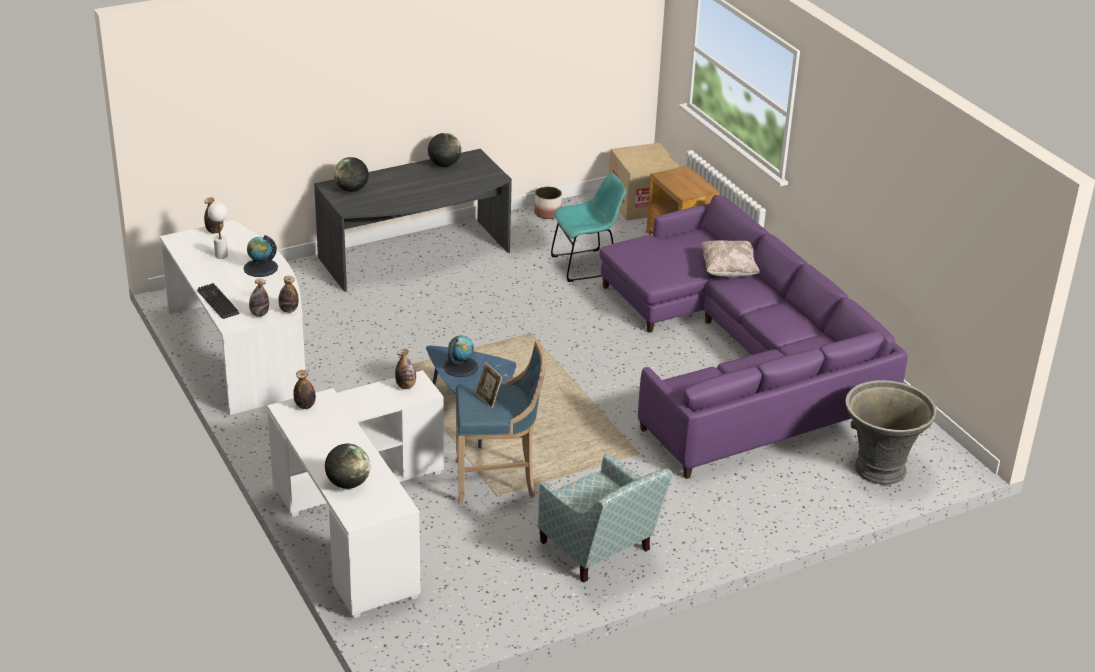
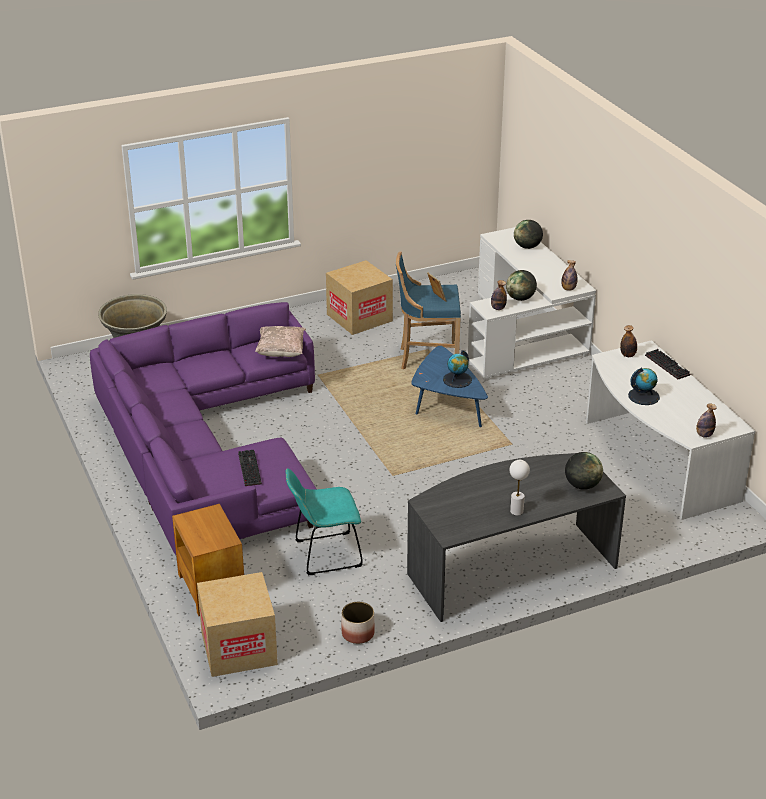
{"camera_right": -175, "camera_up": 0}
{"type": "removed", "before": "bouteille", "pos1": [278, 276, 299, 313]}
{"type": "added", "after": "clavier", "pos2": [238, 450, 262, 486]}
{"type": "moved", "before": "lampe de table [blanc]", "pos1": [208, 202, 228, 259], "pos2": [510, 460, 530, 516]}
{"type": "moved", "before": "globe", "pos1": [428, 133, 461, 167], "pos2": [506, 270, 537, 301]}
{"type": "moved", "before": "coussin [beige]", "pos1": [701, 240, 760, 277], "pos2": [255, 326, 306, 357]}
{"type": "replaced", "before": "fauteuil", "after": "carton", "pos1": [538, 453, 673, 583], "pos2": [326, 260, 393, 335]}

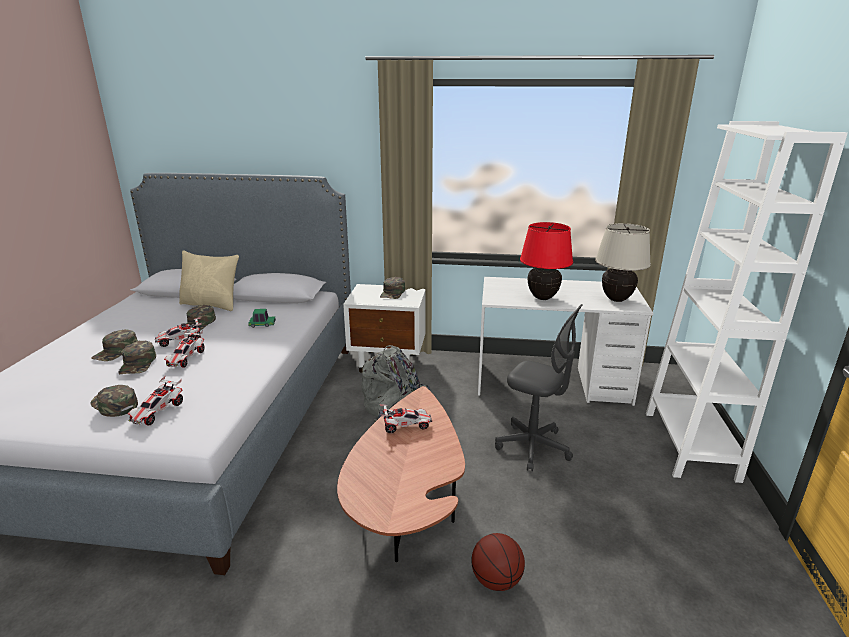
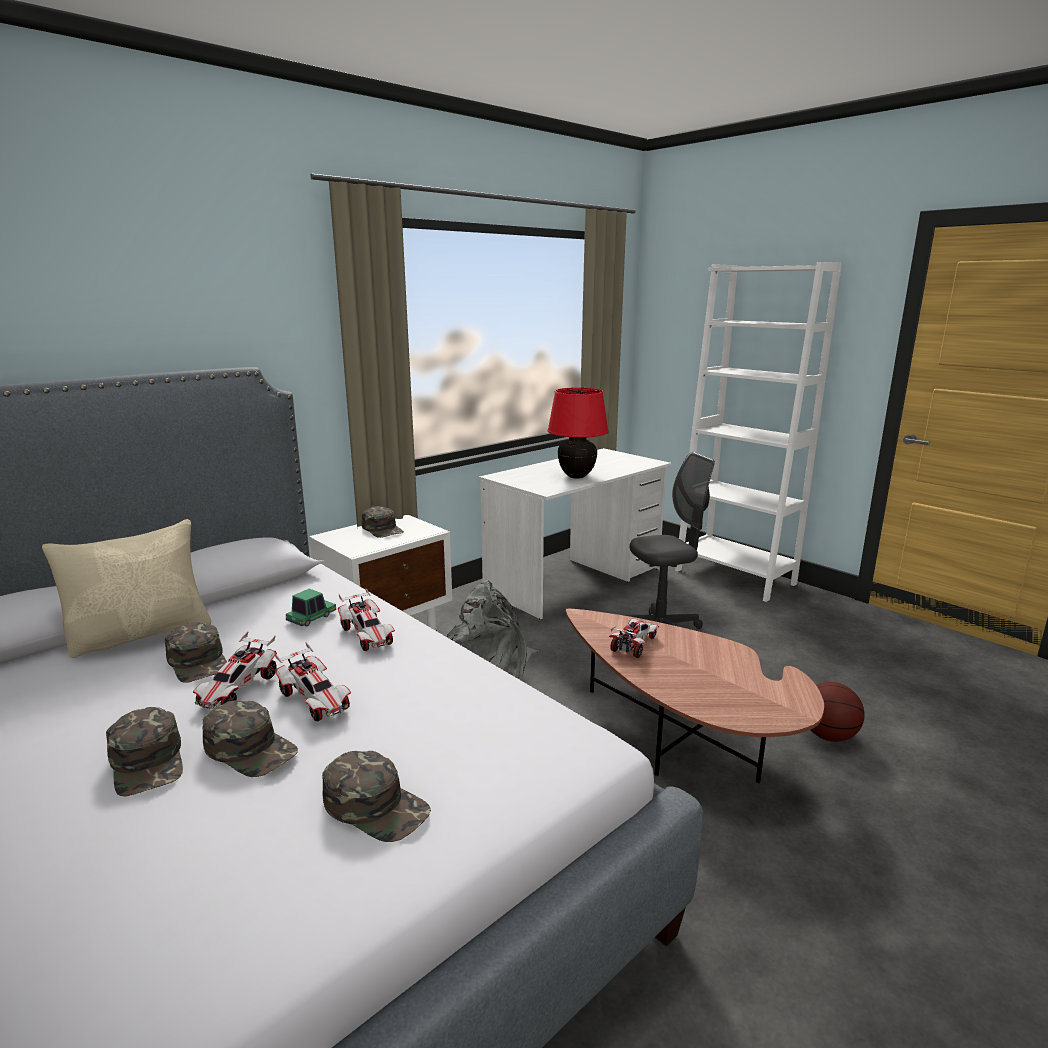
{"camera_right": -50, "camera_up": -5}
{"type": "removed", "before": "lampe de table [beige]", "pos1": [595, 223, 651, 302]}
{"type": "moved", "before": "petite voiture", "pos1": [128, 376, 183, 426], "pos2": [338, 588, 395, 651]}
{"type": "turned", "before": "casquette [vert]", "pos1": [91, 385, 138, 417], "pos2": [322, 751, 431, 842], "turn": -135}

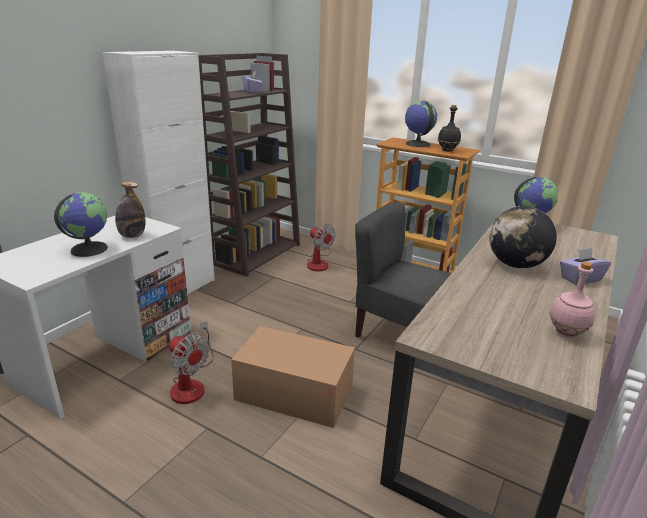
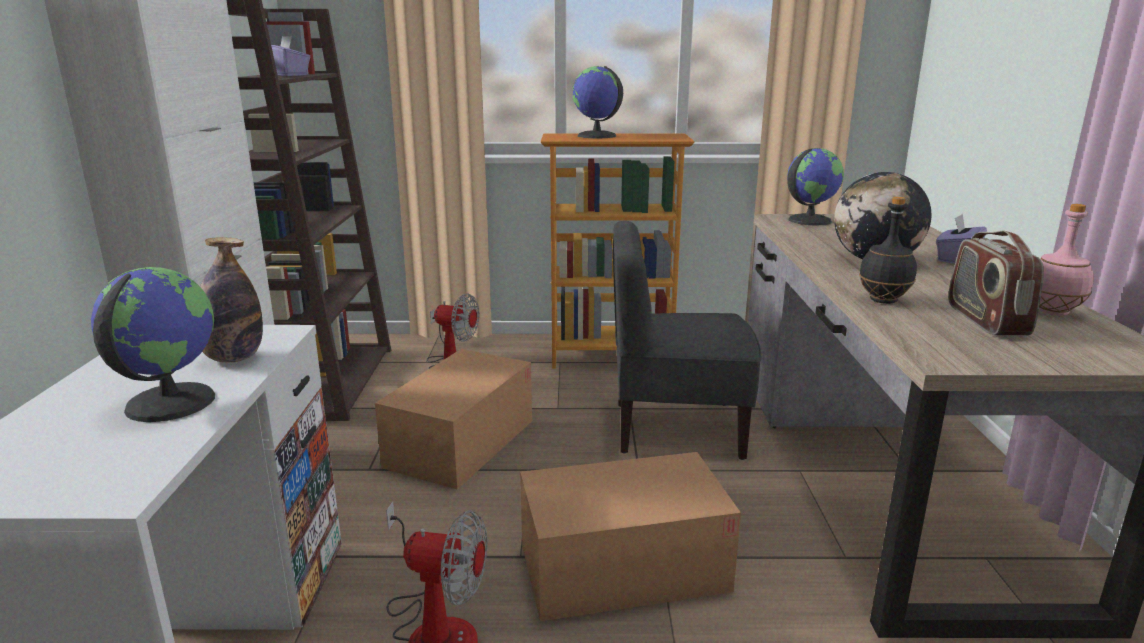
{"camera_right": -30, "camera_up": -5}
{"type": "added", "after": "carton", "pos2": [375, 349, 532, 489]}
{"type": "added", "after": "radio", "pos2": [948, 230, 1044, 335]}
{"type": "moved", "before": "bouteille [noir]", "pos1": [438, 105, 461, 152], "pos2": [859, 197, 917, 304]}

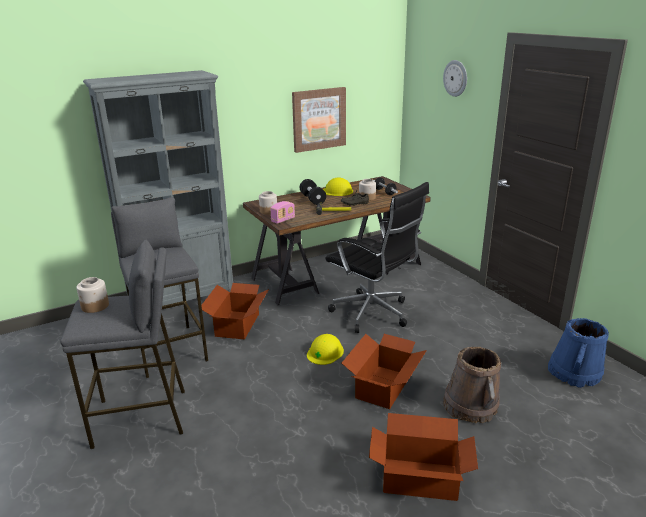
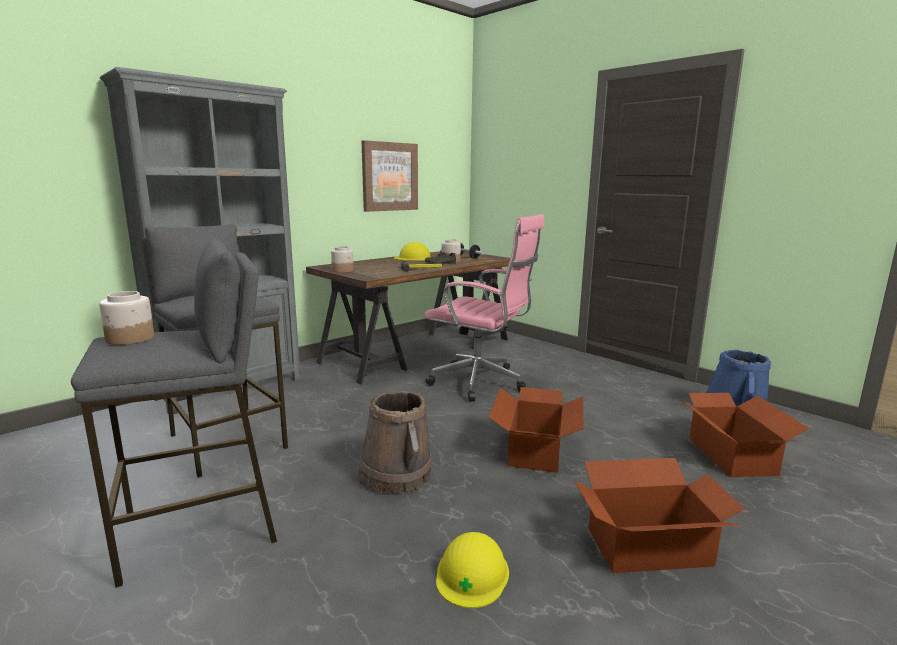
{"camera_right": -15, "camera_up": -10}
{"type": "removed", "before": "radio", "pos1": [270, 201, 295, 224]}
{"type": "removed", "before": "haltère [noir]", "pos1": [300, 179, 326, 205]}
{"type": "removed", "before": "horloge murale", "pos1": [443, 60, 467, 97]}
{"type": "moved", "before": "carton", "pos1": [201, 283, 269, 339], "pos2": [678, 393, 809, 477]}
{"type": "moved", "before": "casque de chantier [jaune]", "pos1": [307, 334, 344, 365], "pos2": [436, 532, 509, 608]}
{"type": "moved", "before": "seau [marron]", "pos1": [443, 347, 501, 423], "pos2": [358, 391, 432, 494]}
{"type": "recoloured", "before": "chaise de bureau [noir]", "after": "chaise de bureau [rose]", "pos1": [326, 182, 429, 333], "pos2": [424, 214, 545, 402]}

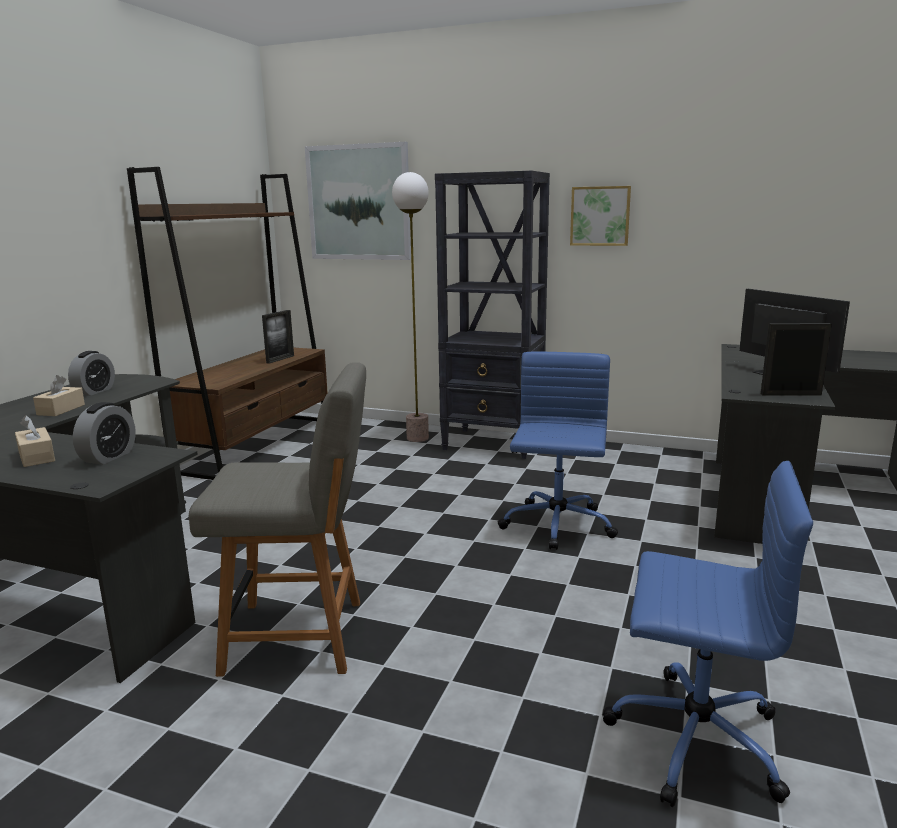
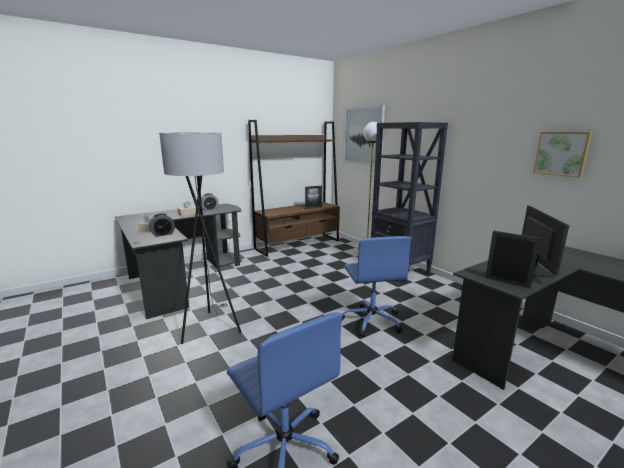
{"camera_right": 35, "camera_up": 0}
{"type": "moved", "before": "tableau", "pos1": [570, 186, 631, 246], "pos2": [533, 132, 592, 178]}
{"type": "replaced", "before": "chaise [gris]", "after": "lampadaire [gris]", "pos1": [189, 362, 366, 677], "pos2": [159, 133, 241, 344]}
{"type": "turned", "before": "chaise de bureau [bleu]", "pos1": [498, 351, 618, 550], "pos2": [342, 236, 411, 337], "turn": 120}

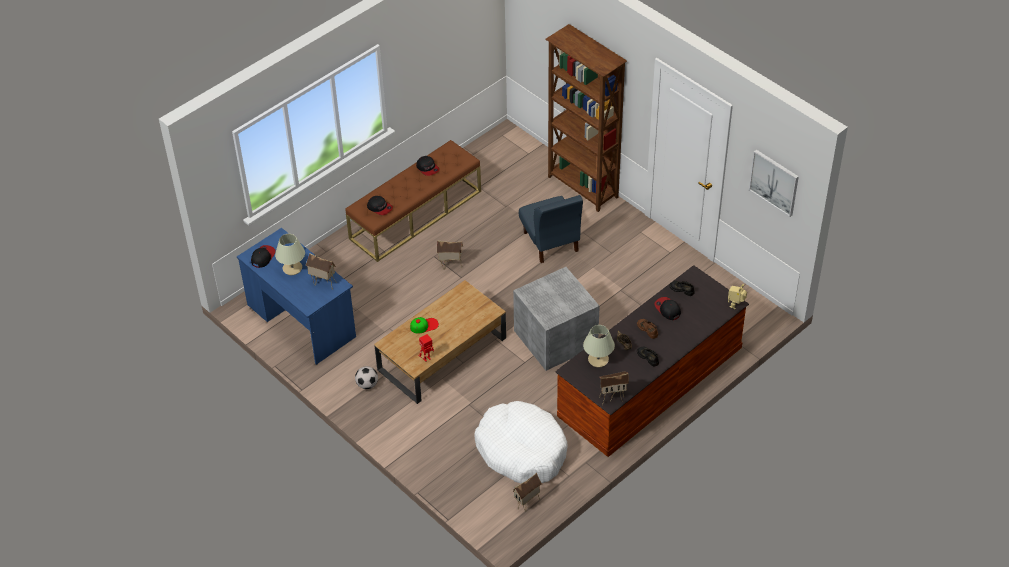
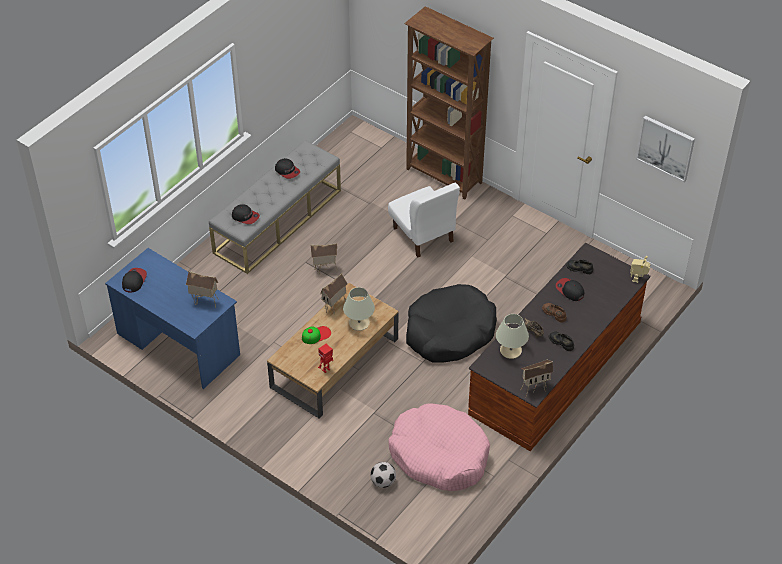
{"camera_right": -10, "camera_up": 0}
{"type": "moved", "before": "lampe de table [beige]", "pos1": [275, 234, 305, 275], "pos2": [343, 287, 375, 331]}
{"type": "moved", "before": "ballon de foot", "pos1": [355, 366, 378, 389], "pos2": [370, 462, 396, 488]}
{"type": "moved", "before": "maison miniature", "pos1": [513, 473, 542, 512], "pos2": [320, 273, 348, 314]}
{"type": "replaced", "before": "boîte de rangement [gris]", "after": "panier pour chien [noir]", "pos1": [513, 267, 600, 371], "pos2": [406, 284, 497, 362]}
{"type": "recoloured", "before": "banc [marron]", "after": "banc [gris]", "pos1": [345, 140, 481, 262], "pos2": [209, 140, 341, 274]}
{"type": "recoloured", "before": "panier pour chien [blanc]", "after": "panier pour chien [rose]", "pos1": [474, 401, 568, 484], "pos2": [388, 403, 490, 491]}
{"type": "recoloured", "before": "chaise [bleu]", "after": "chaise [blanc]", "pos1": [519, 195, 583, 263], "pos2": [388, 183, 460, 257]}

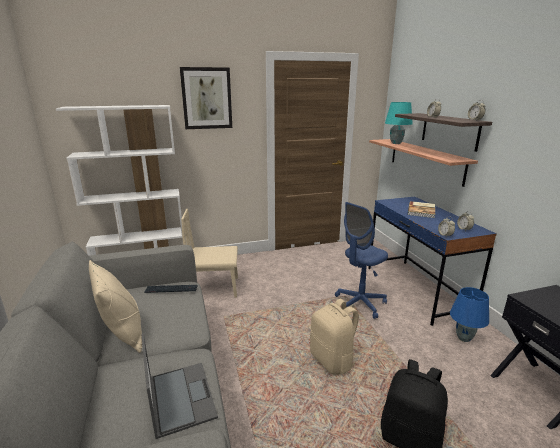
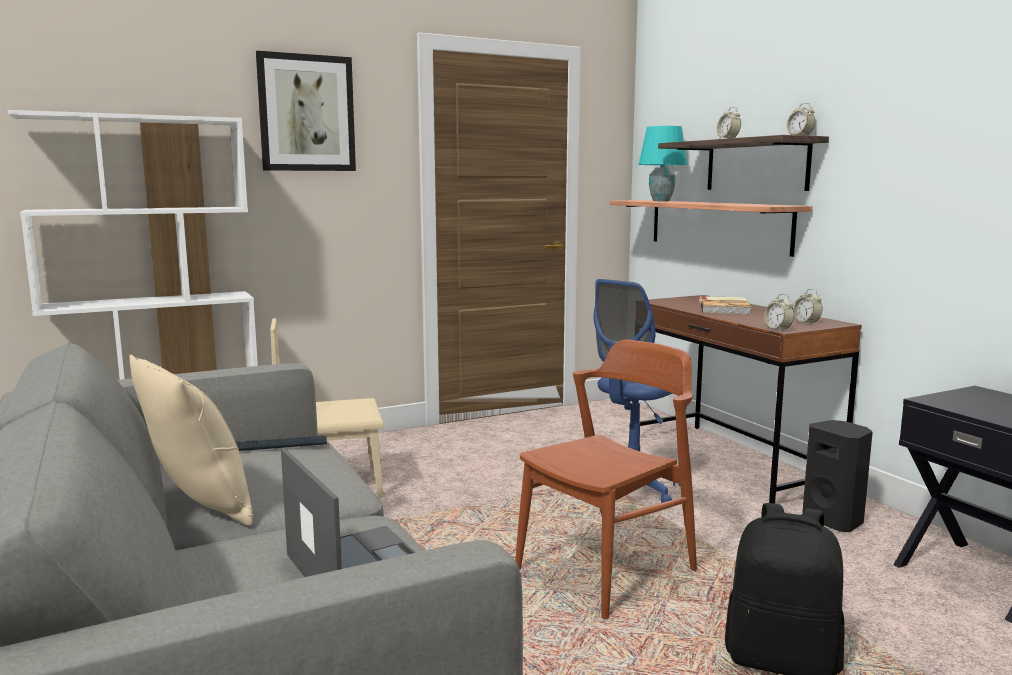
{"camera_right": -10, "camera_up": -10}
{"type": "replaced", "before": "sac à dos [beige]", "after": "chaise [marron]", "pos1": [310, 299, 360, 375], "pos2": [515, 339, 697, 619]}
{"type": "replaced", "before": "lampe de table [bleu]", "after": "enceinte [noir]", "pos1": [450, 287, 489, 342], "pos2": [802, 420, 873, 532]}
{"type": "recoloured", "before": "bureau [bleu]", "after": "bureau [marron]", "pos1": [368, 197, 497, 326], "pos2": [632, 295, 862, 504]}

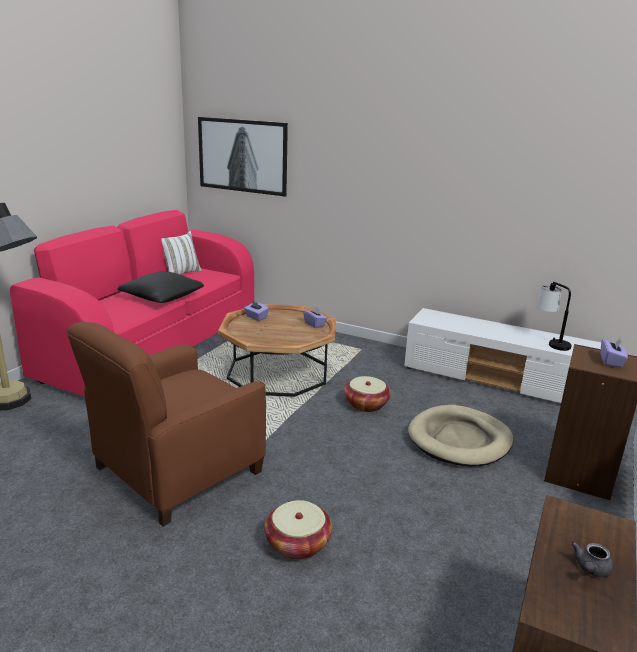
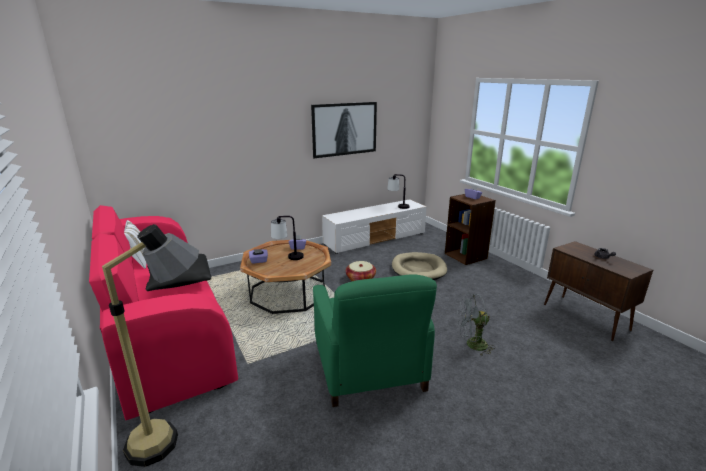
{"camera_right": -55, "camera_up": 0}
{"type": "added", "after": "lampe de table", "pos2": [271, 216, 304, 260]}
{"type": "moved", "before": "tableau", "pos1": [198, 117, 288, 196], "pos2": [311, 102, 377, 158]}
{"type": "replaced", "before": "panier", "after": "ventilateur [gris]", "pos1": [264, 500, 332, 560], "pos2": [457, 294, 495, 356]}
{"type": "recoloured", "before": "fauteuil [marron]", "after": "fauteuil [vert]", "pos1": [68, 322, 266, 527], "pos2": [313, 274, 437, 407]}

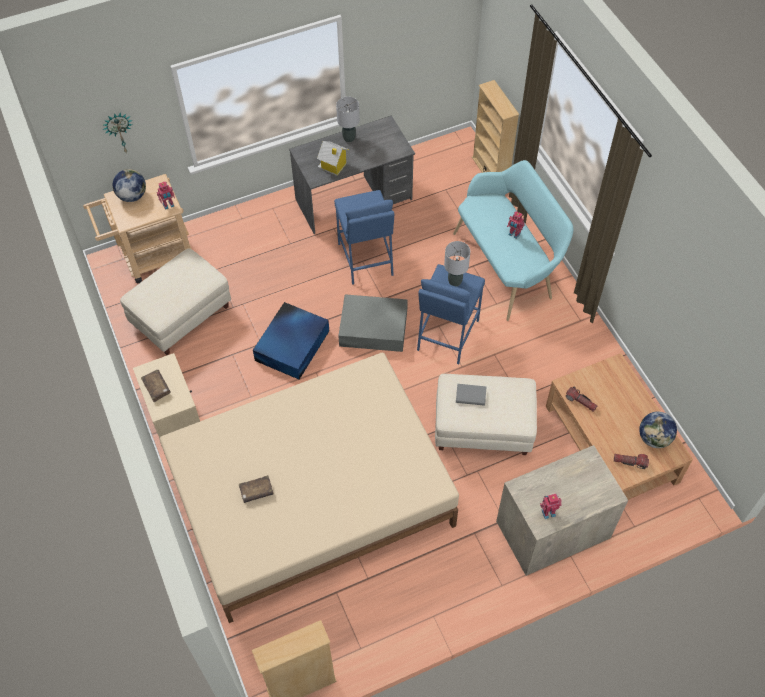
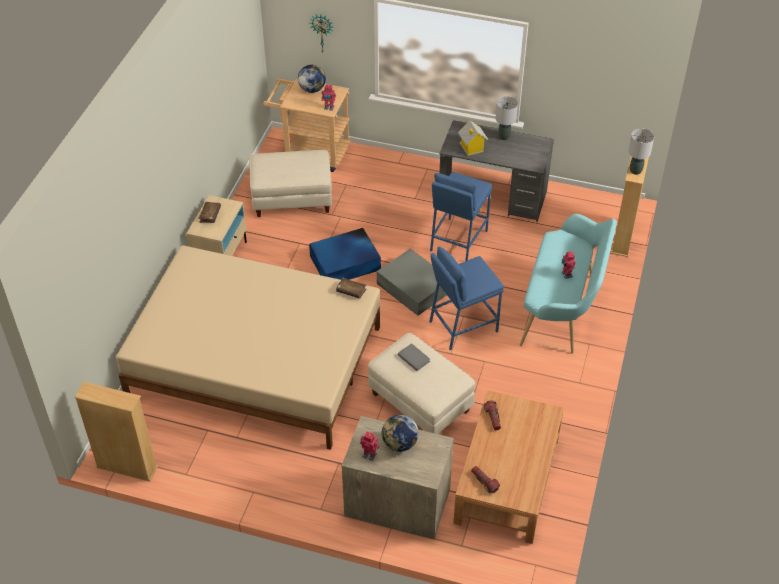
{"camera_right": 40, "camera_up": -10}
{"type": "moved", "before": "livre [marron]", "pos1": [239, 475, 274, 503], "pos2": [336, 278, 366, 299]}
{"type": "moved", "before": "lampe de table [gris]", "pos1": [444, 241, 470, 287], "pos2": [628, 129, 654, 175]}
{"type": "moved", "before": "globe", "pos1": [639, 412, 677, 448], "pos2": [382, 415, 418, 452]}

